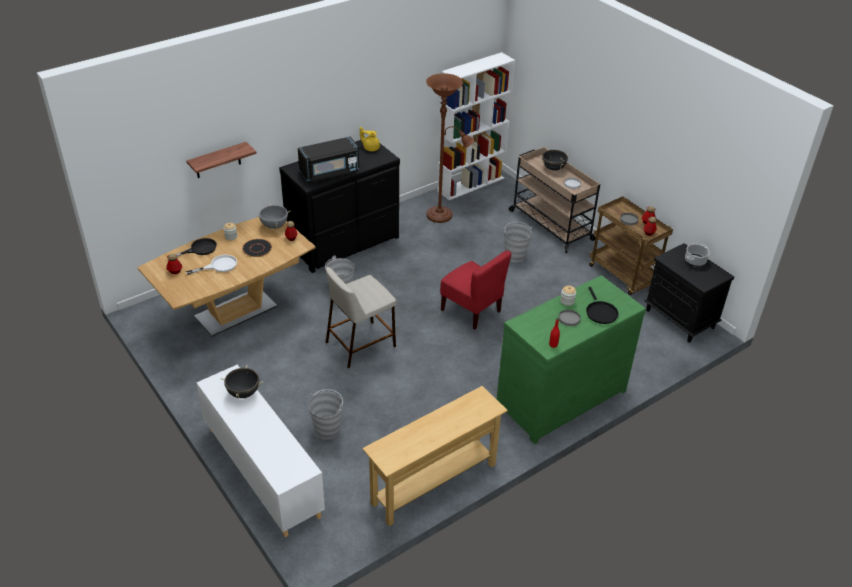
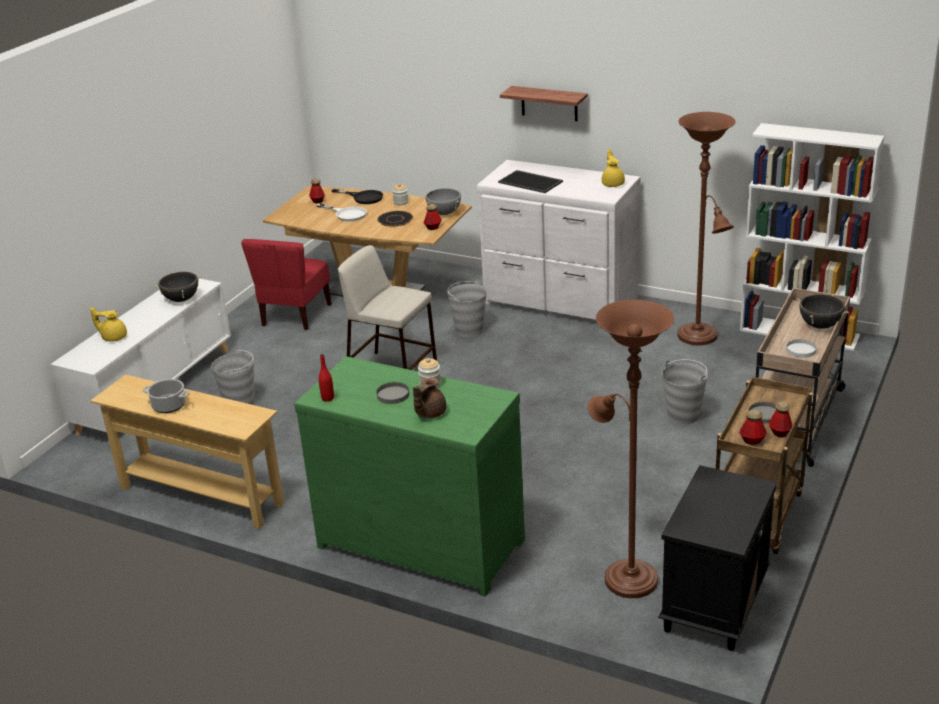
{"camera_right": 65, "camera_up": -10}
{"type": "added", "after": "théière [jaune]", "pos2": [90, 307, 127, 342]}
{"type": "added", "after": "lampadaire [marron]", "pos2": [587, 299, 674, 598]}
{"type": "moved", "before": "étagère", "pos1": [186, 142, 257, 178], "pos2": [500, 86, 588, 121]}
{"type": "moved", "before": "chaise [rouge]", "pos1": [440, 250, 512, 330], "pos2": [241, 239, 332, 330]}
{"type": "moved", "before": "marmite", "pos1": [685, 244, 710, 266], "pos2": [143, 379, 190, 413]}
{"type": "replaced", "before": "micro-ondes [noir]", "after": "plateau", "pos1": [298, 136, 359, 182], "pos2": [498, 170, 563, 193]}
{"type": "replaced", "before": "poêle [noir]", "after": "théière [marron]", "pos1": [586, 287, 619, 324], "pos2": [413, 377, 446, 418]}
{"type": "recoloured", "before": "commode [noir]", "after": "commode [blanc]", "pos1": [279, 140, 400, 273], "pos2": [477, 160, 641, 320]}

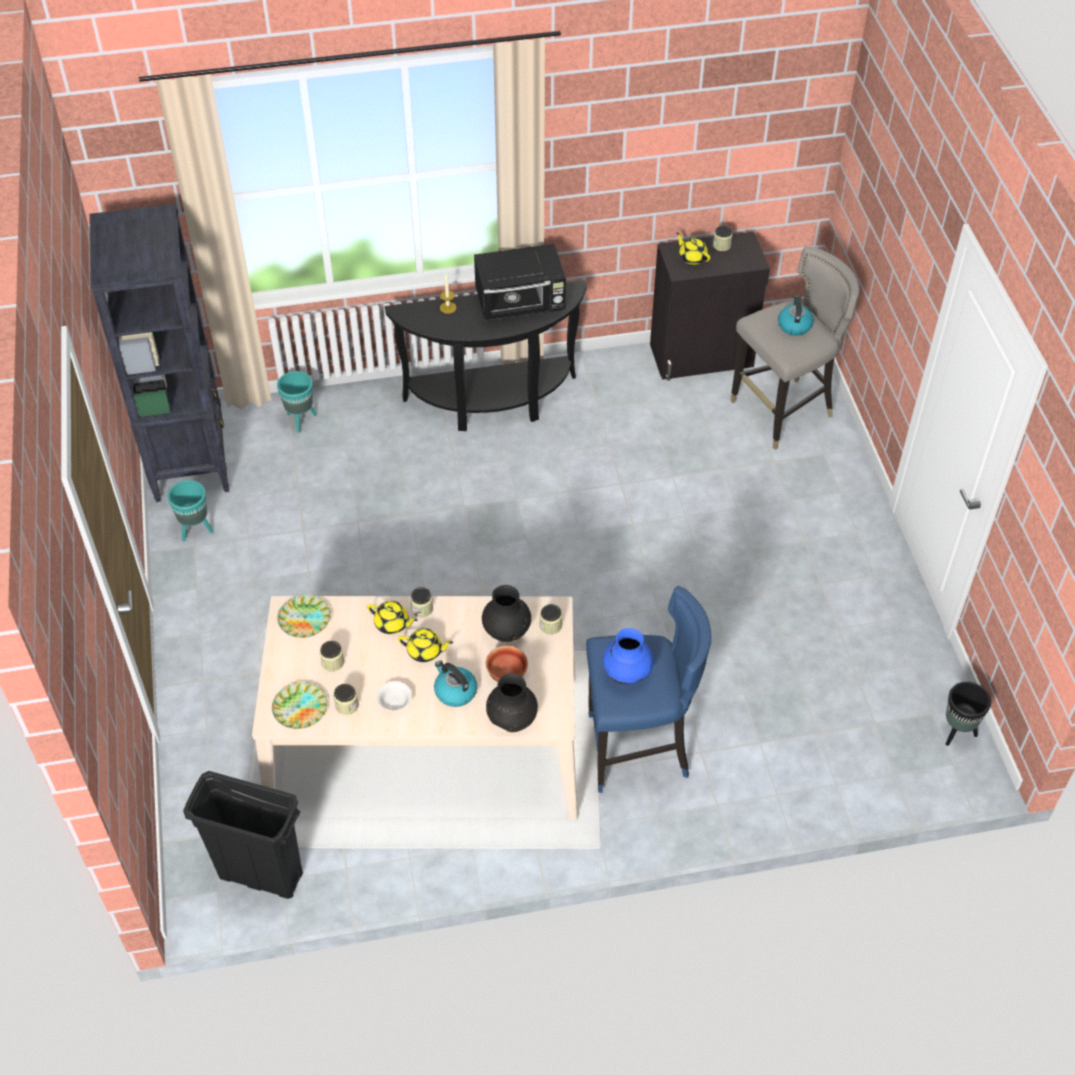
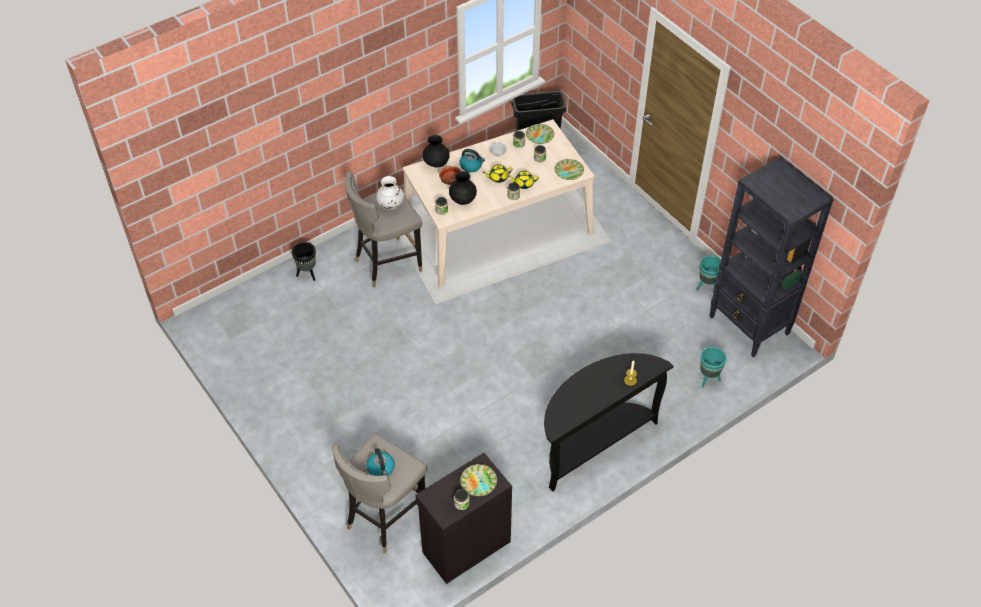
{"camera_right": 155, "camera_up": 0}
{"type": "removed", "before": "micro-ondes [noir]", "pos1": [474, 244, 566, 321]}
{"type": "moved", "before": "cache-pot [noir]", "pos1": [946, 682, 991, 746], "pos2": [292, 242, 316, 281]}
{"type": "replaced", "before": "théière [jaune]", "after": "assiette", "pos1": [676, 232, 710, 265], "pos2": [460, 464, 497, 496]}
{"type": "recoloured", "before": "tabouret [bleu]", "after": "tabouret [gris]", "pos1": [586, 586, 711, 793], "pos2": [345, 171, 422, 287]}
{"type": "recoloured", "before": "vase [bleu]", "after": "vase [blanc]", "pos1": [603, 628, 653, 684], "pos2": [376, 176, 404, 210]}

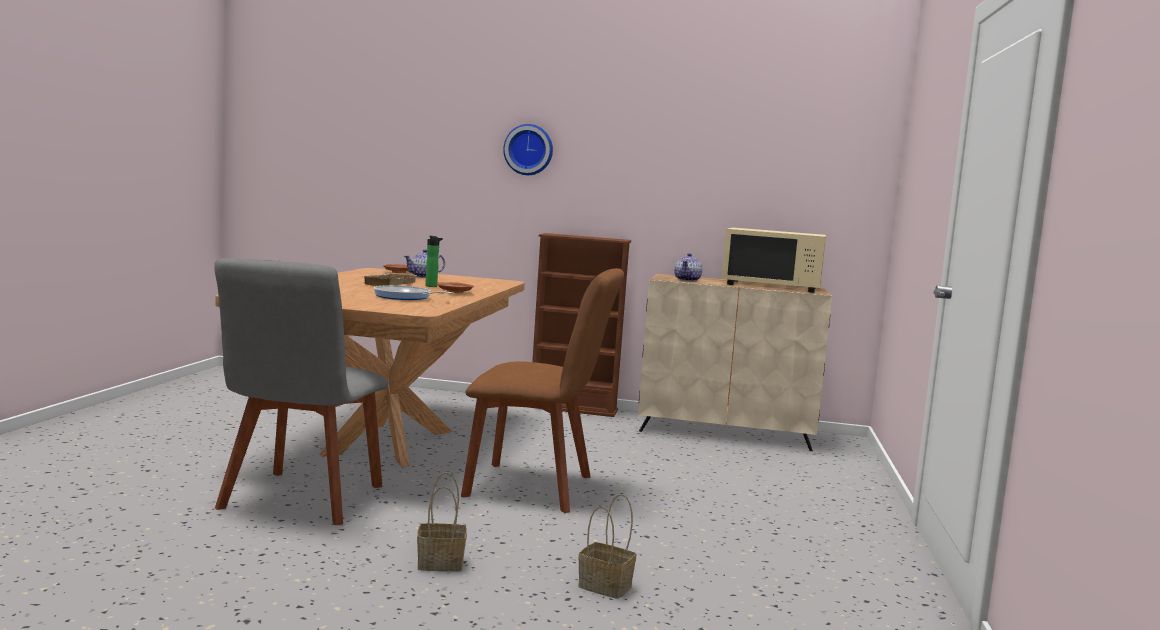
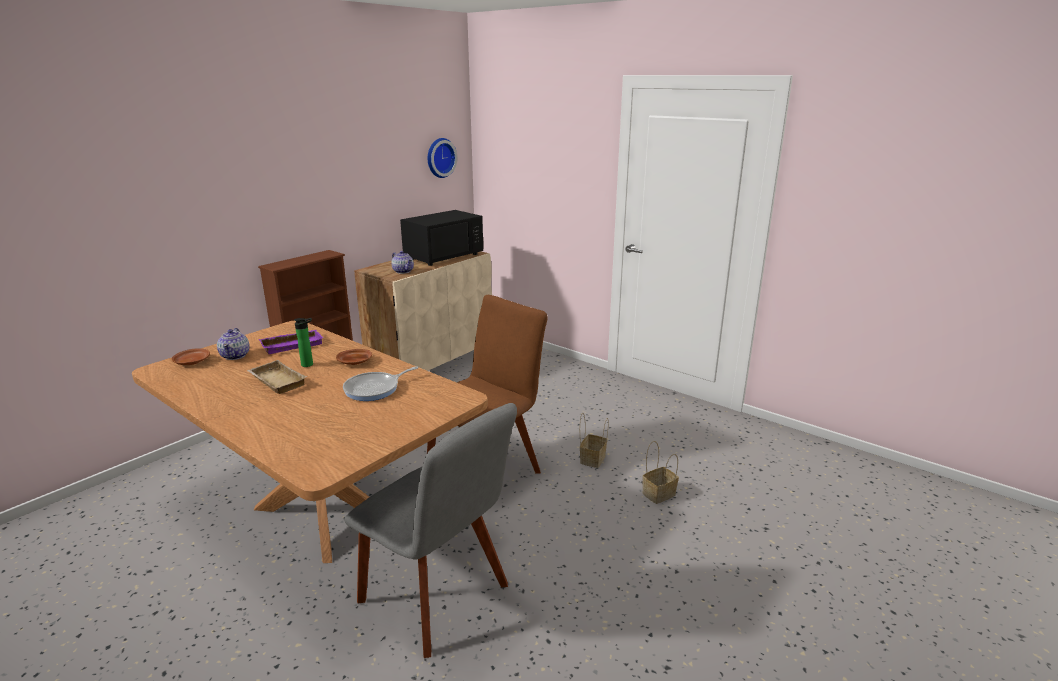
{"camera_right": -60, "camera_up": 15}
{"type": "added", "after": "plateau [violet]", "pos2": [259, 330, 323, 354]}
{"type": "moved", "before": "panier", "pos1": [417, 472, 467, 571], "pos2": [580, 413, 609, 468]}
{"type": "moved", "before": "horloge murale", "pos1": [503, 124, 553, 175], "pos2": [428, 138, 457, 178]}
{"type": "recoloured", "before": "micro-ondes [beige]", "after": "micro-ondes [noir]", "pos1": [722, 228, 826, 293], "pos2": [400, 210, 483, 266]}

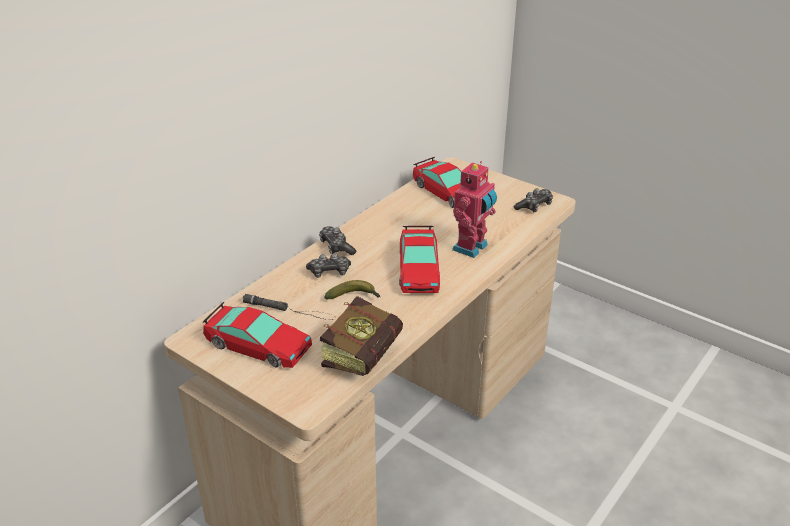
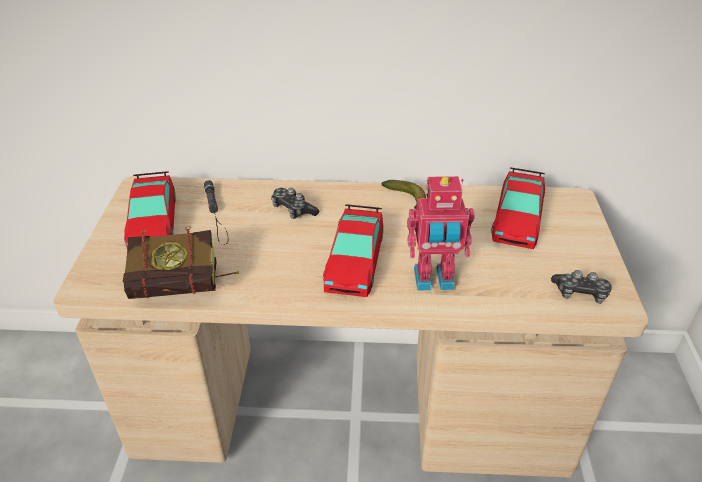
{"camera_right": 55, "camera_up": 5}
{"type": "removed", "before": "manette", "pos1": [319, 226, 356, 255]}
{"type": "moved", "before": "banane", "pos1": [324, 280, 380, 300], "pos2": [381, 180, 426, 209]}
{"type": "turned", "before": "petite voiture", "pos1": [399, 226, 440, 293], "pos2": [323, 204, 383, 297], "turn": -45}

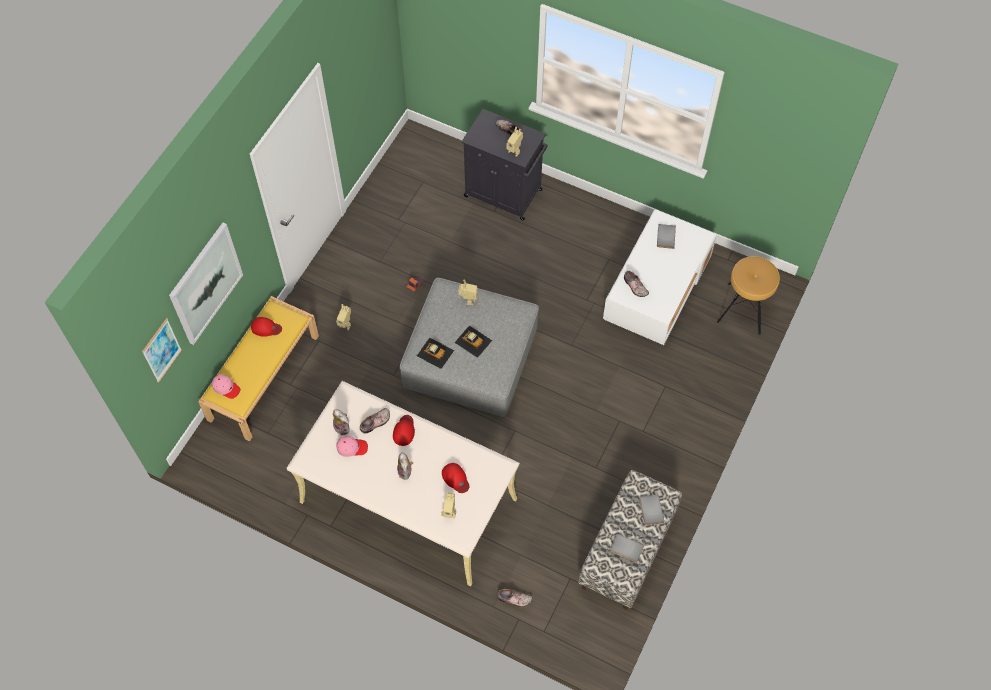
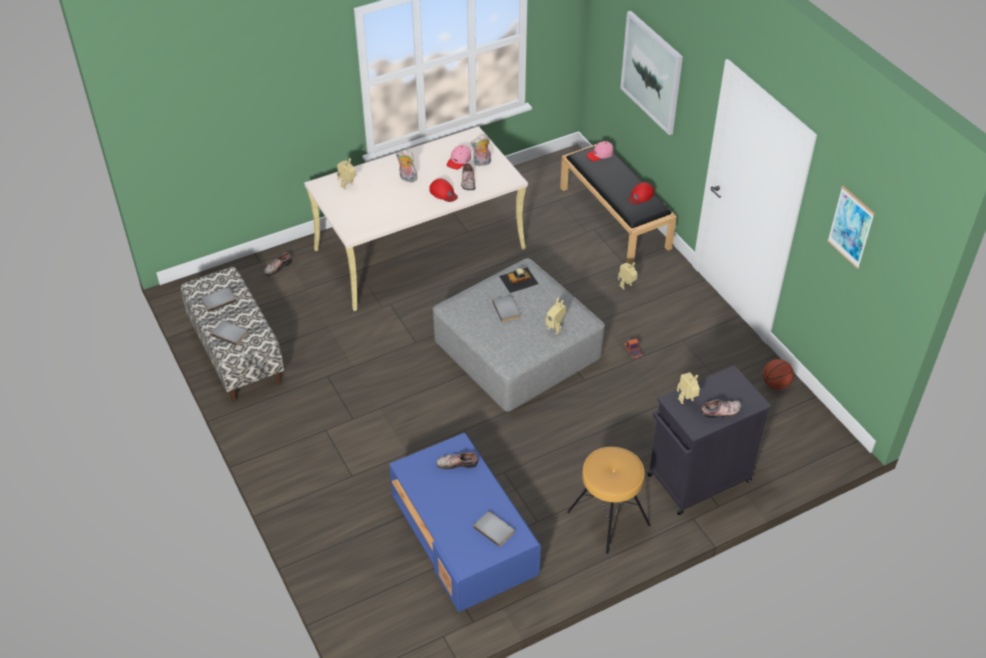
{"camera_right": 125, "camera_up": -15}
{"type": "removed", "before": "casquette [rouge]", "pos1": [442, 463, 469, 493]}
{"type": "added", "after": "ballon de basket", "pos2": [763, 359, 794, 389]}
{"type": "moved", "before": "tableau", "pos1": [142, 318, 182, 383], "pos2": [827, 186, 875, 269]}
{"type": "moved", "before": "tabouret [marron]", "pos1": [717, 256, 780, 335], "pos2": [567, 447, 651, 554]}
{"type": "replaced", "before": "petite voiture", "after": "livre [gris]", "pos1": [454, 326, 492, 358], "pos2": [492, 295, 521, 322]}
{"type": "recoloured", "before": "banc [jaune]", "after": "banc [noir]", "pos1": [198, 296, 319, 441], "pos2": [560, 144, 677, 265]}
{"type": "recoloured", "before": "table basse [blanc]", "after": "table basse [bleu]", "pos1": [603, 210, 717, 345], "pos2": [389, 433, 541, 612]}

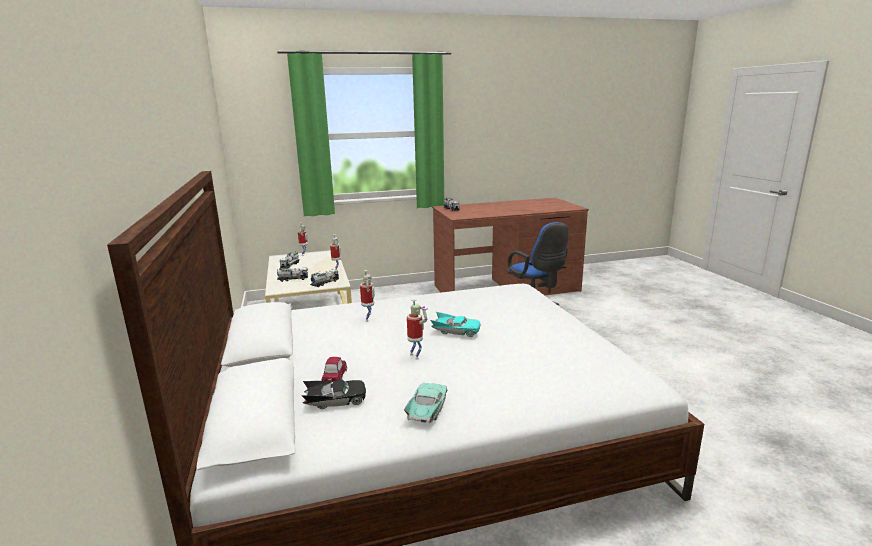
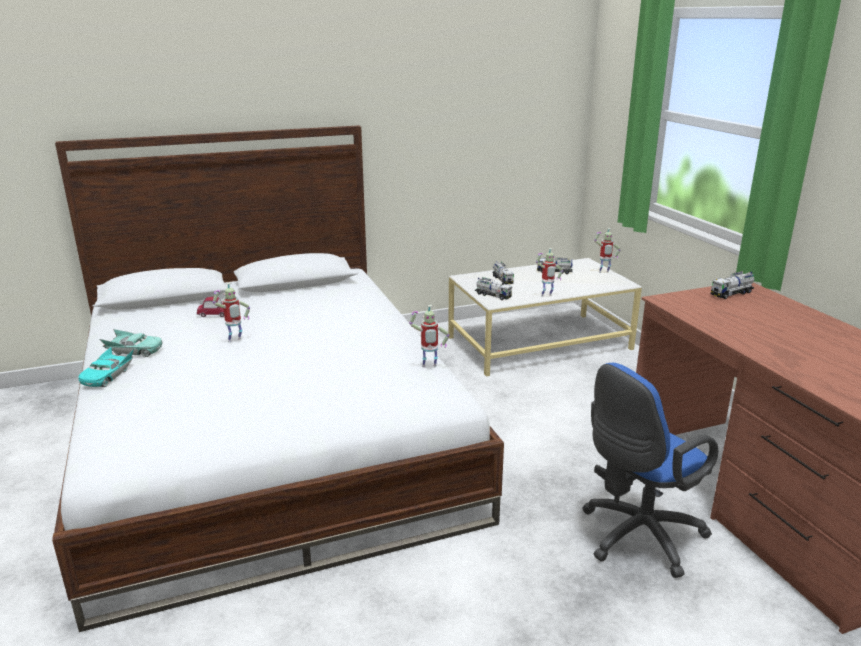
{"camera_right": 85, "camera_up": 5}
{"type": "removed", "before": "petite voiture [noir]", "pos1": [301, 379, 366, 409]}
{"type": "moved", "before": "robot jouet", "pos1": [360, 270, 375, 322], "pos2": [409, 305, 450, 367]}
{"type": "moved", "before": "petite voiture [turquoise]", "pos1": [430, 312, 481, 337], "pos2": [78, 346, 134, 387]}

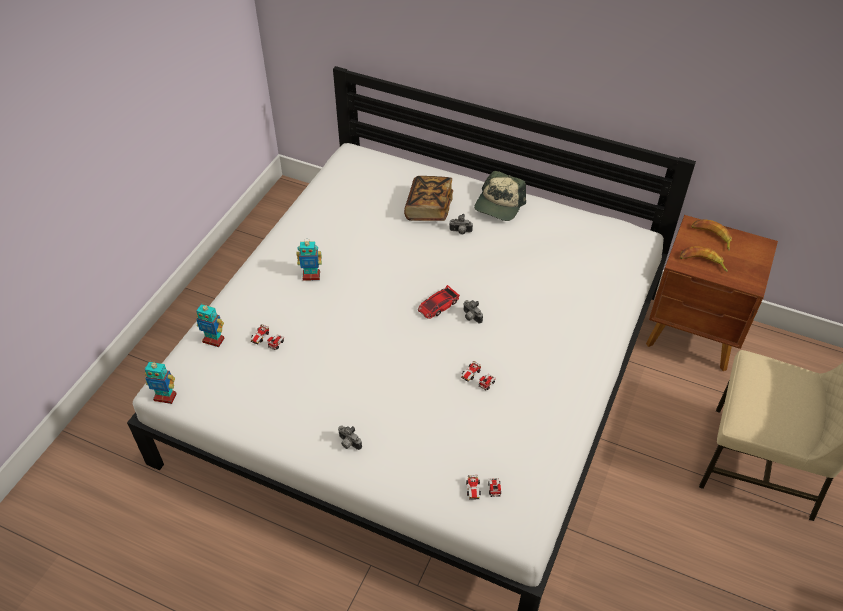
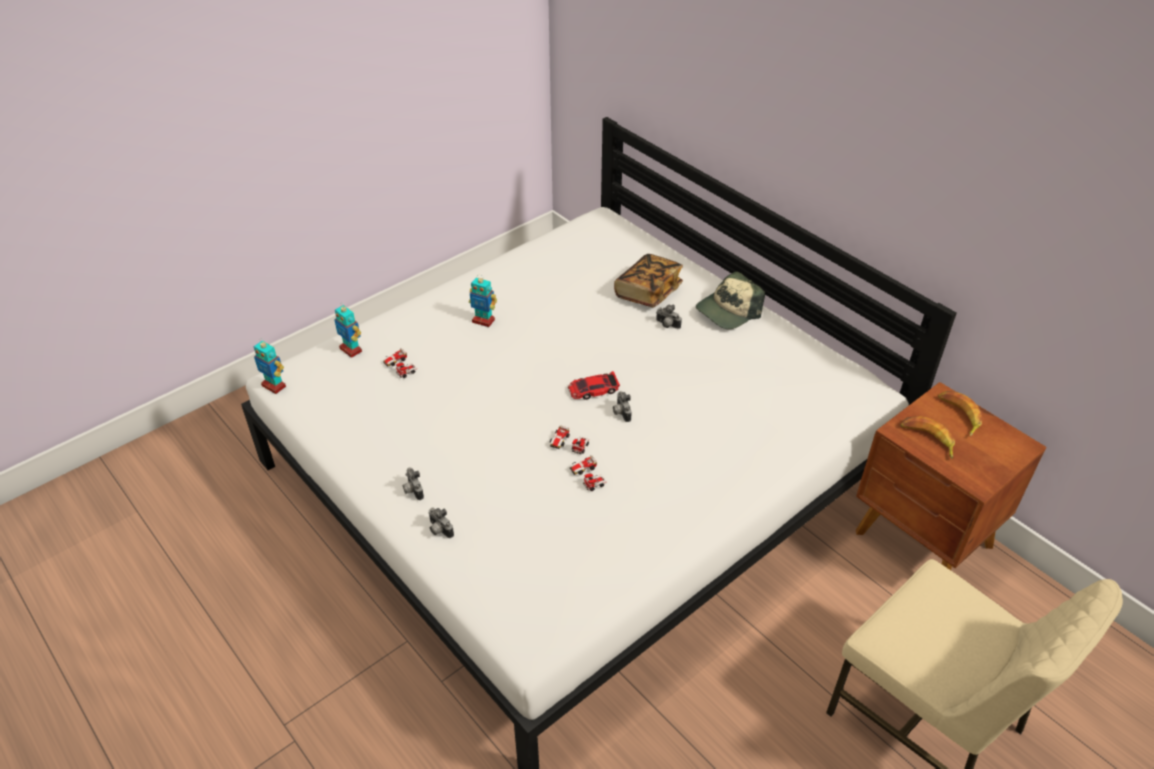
{"camera_right": 25, "camera_up": -5}
{"type": "added", "after": "appareil photo", "pos2": [428, 507, 454, 538]}
{"type": "moved", "before": "petite voiture", "pos1": [466, 475, 501, 500], "pos2": [550, 425, 589, 454]}

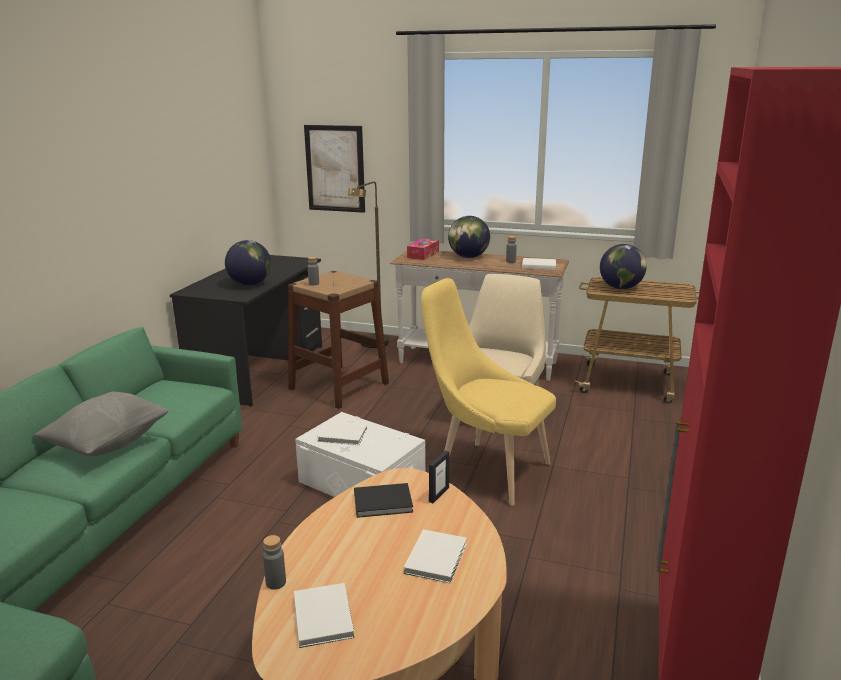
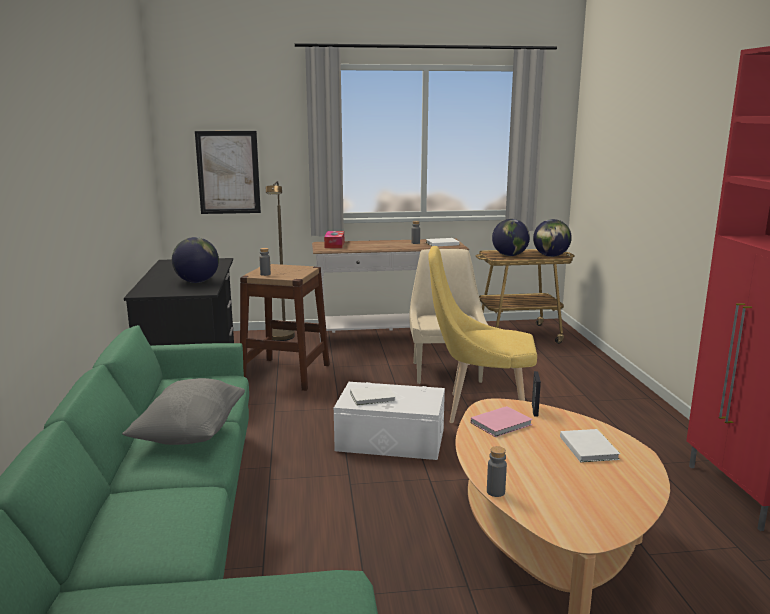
{"camera_right": -25, "camera_up": -5}
{"type": "removed", "before": "livre [blanc]", "pos1": [294, 583, 355, 648]}
{"type": "moved", "before": "globe", "pos1": [448, 216, 490, 258], "pos2": [533, 219, 572, 257]}
{"type": "recoloured", "before": "livre [noir]", "after": "livre [rose]", "pos1": [354, 483, 413, 518], "pos2": [471, 406, 533, 437]}

